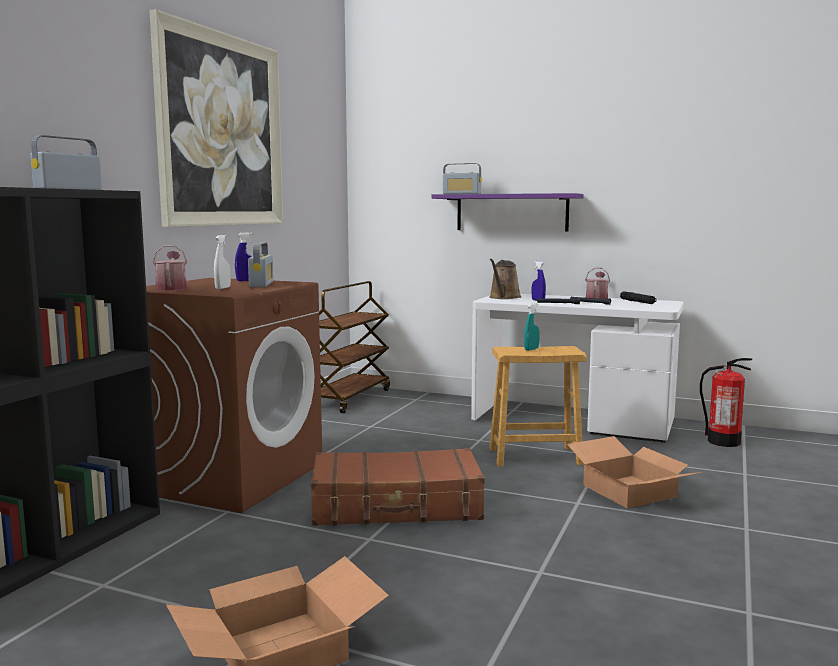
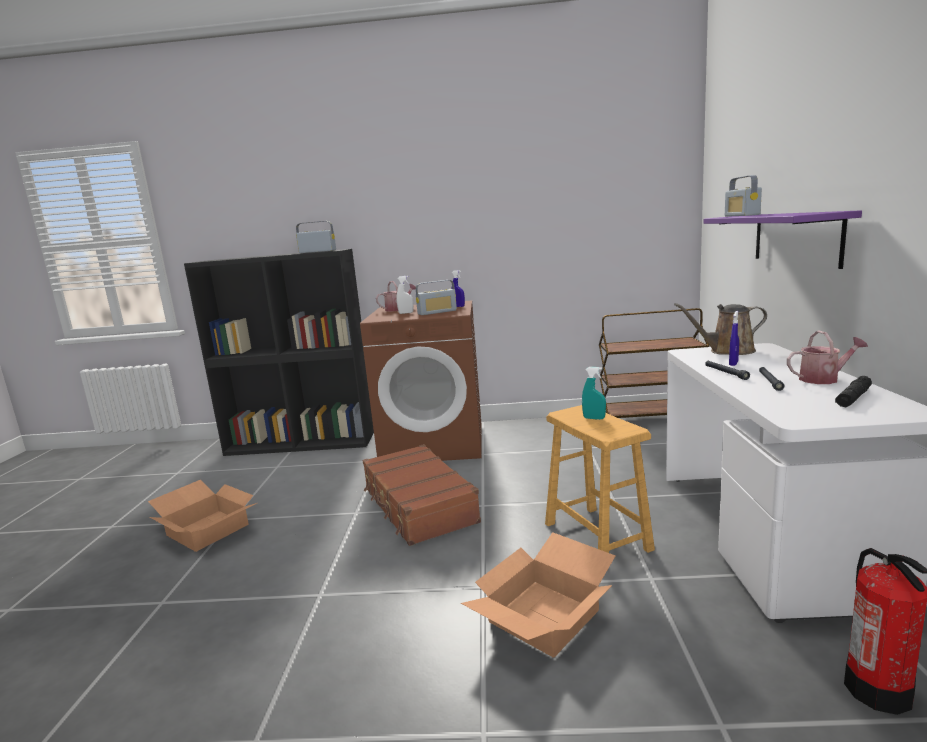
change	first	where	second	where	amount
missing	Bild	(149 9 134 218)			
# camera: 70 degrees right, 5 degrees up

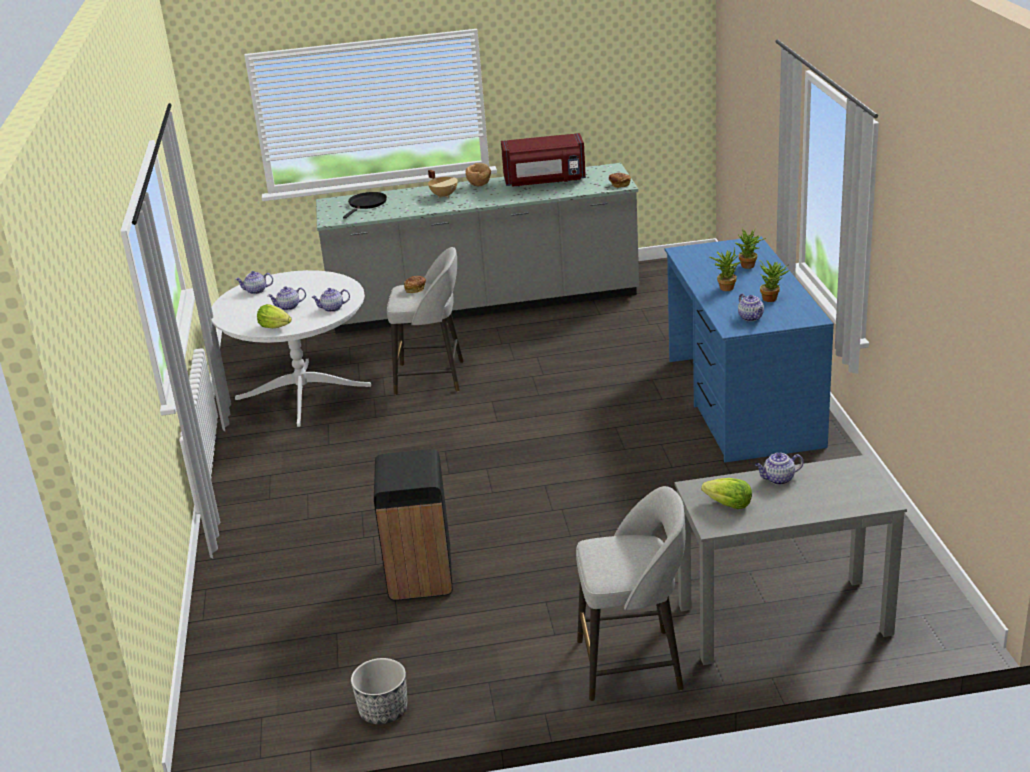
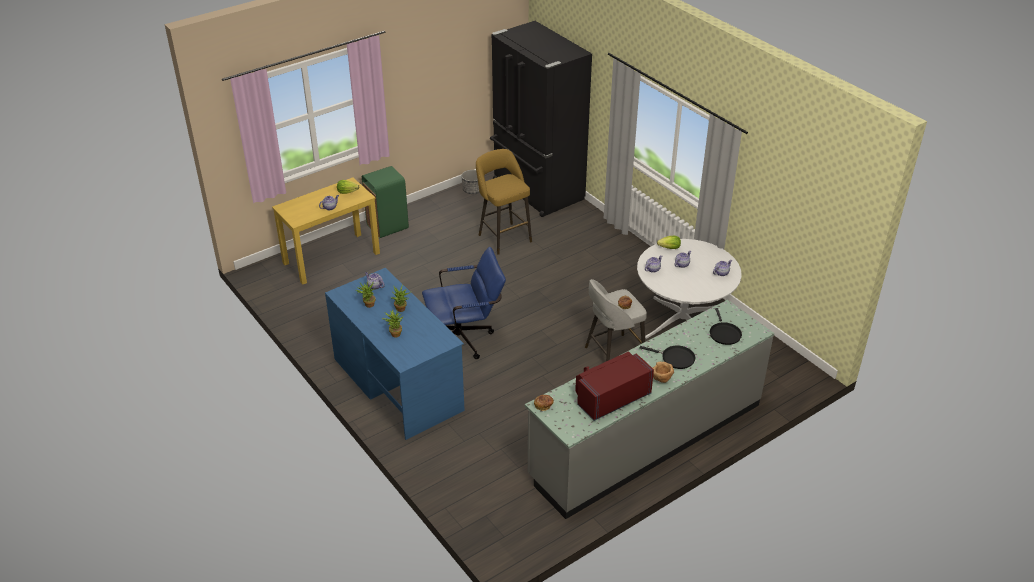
change	first	where	second	where	amount
exchanged	Kochtopf [beige]	(428 170 30 28)	Pfanne [schwarz]	(639 345 56 24)	
exchanged	Mülleimer [schwarz]	(374 449 79 152)	Hocker [gelb]	(476 149 56 106)	
colour	Schreibtisch [grau]	(675 455 232 210)	Schreibtisch [gelb]	(272 177 108 108)	
exchanged	Hocker [grau]	(576 486 110 215)	Mülleimer [grün]	(362 166 47 72)	
appeared			Kühlschrank [schwarz]	(490 21 102 196)	
appeared			Bürostuhl [blau]	(422 247 84 112)	
# camera: 150 degrees right, 10 degrees up

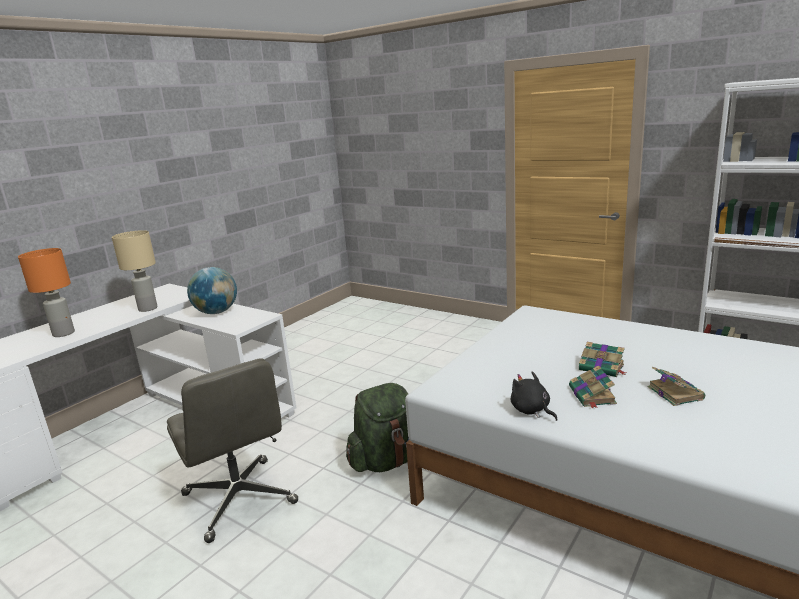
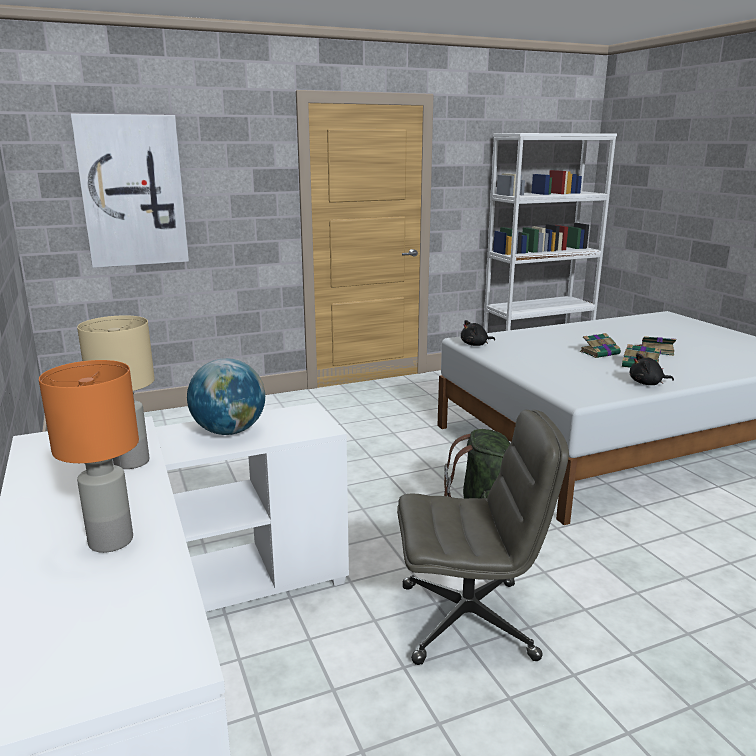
change	first	where	second	where	amount
appeared			Bild	(70 114 119 154)	
appeared			Plüschtier [schwarz]	(461 320 34 26)	
# camera: 60 degrees left, 0 degrees up

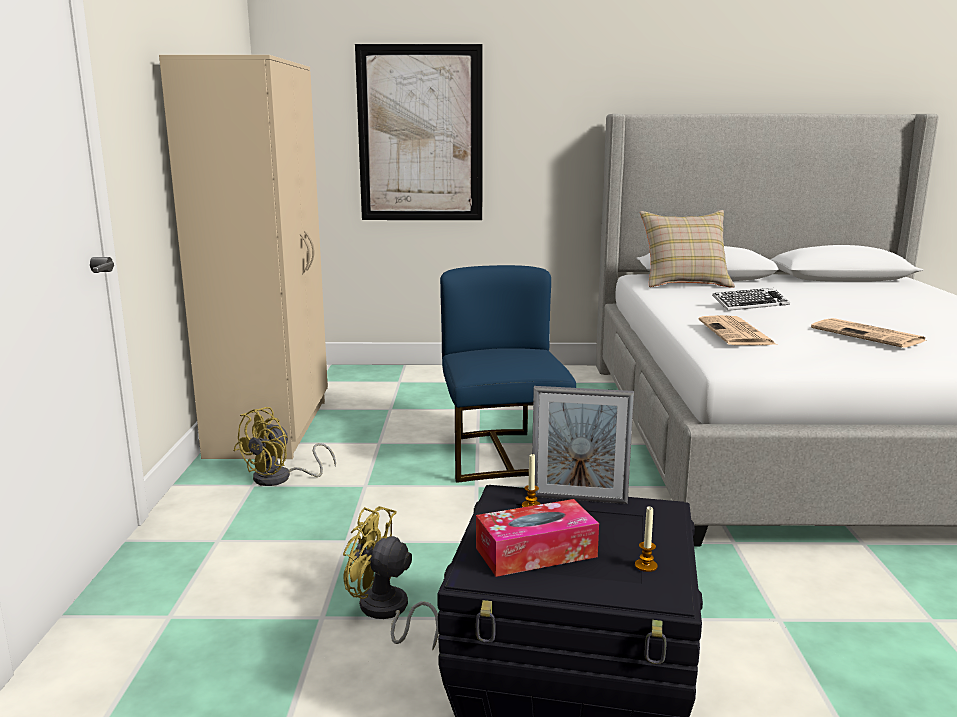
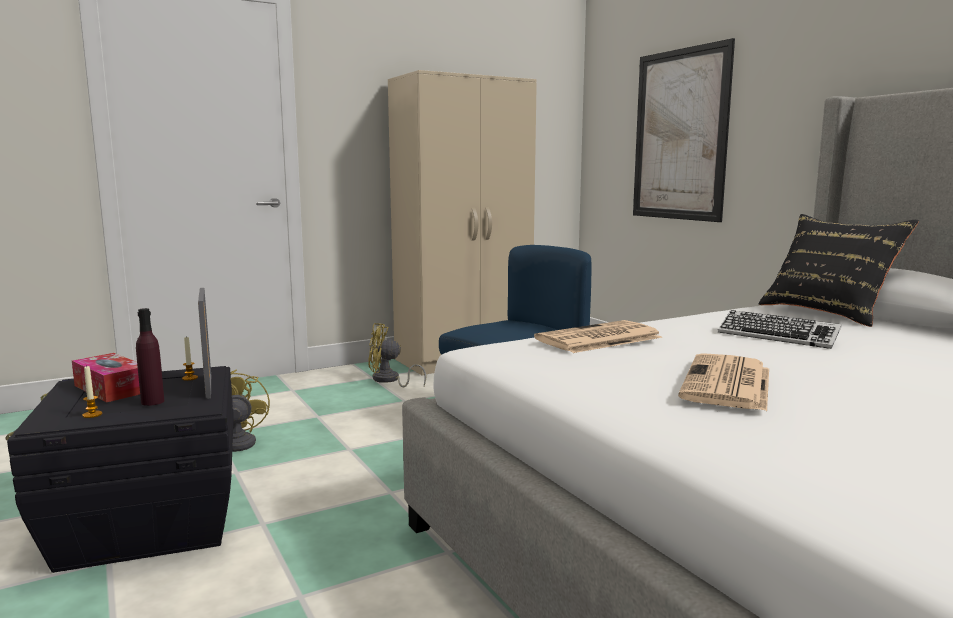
change	first	where	second	where	amount
colour	Kissen [beige]	(640 210 95 78)	Kissen [schwarz]	(759 214 160 113)	
appeared			Flasche [lila]	(136 308 28 98)	
# camera: 60 degrees right, 5 degrees down

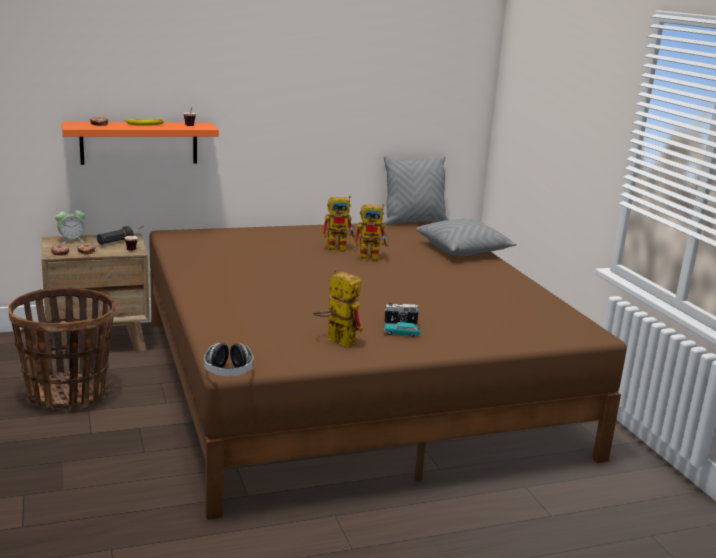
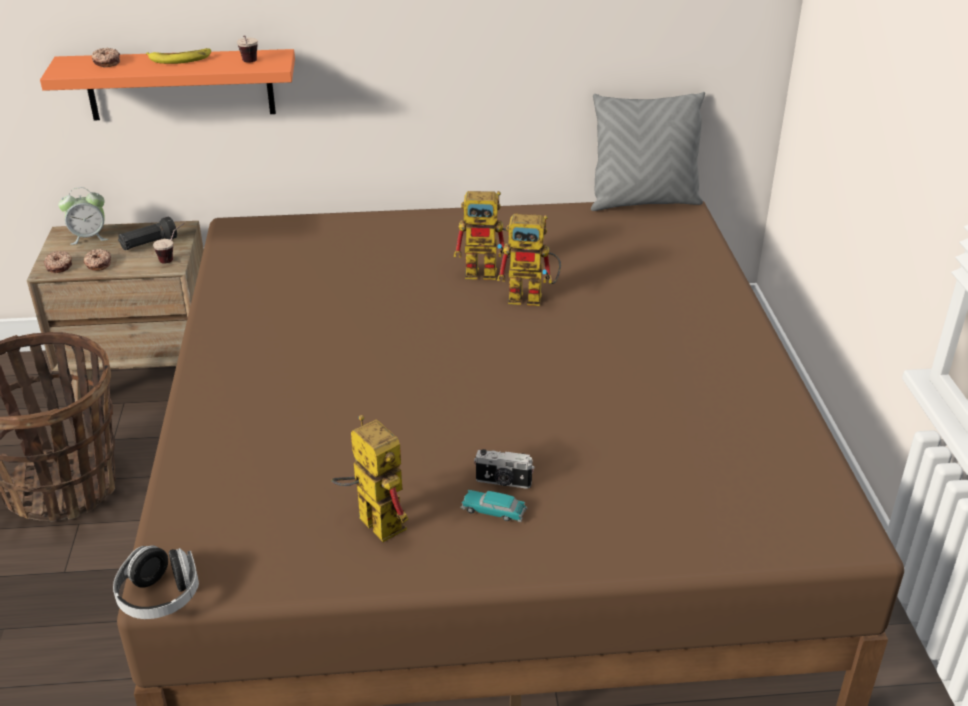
change	first	where	second	where	amount
missing	Kissen [grau]	(416 219 101 37)			
# camera: 15 degrees right, 15 degrees up

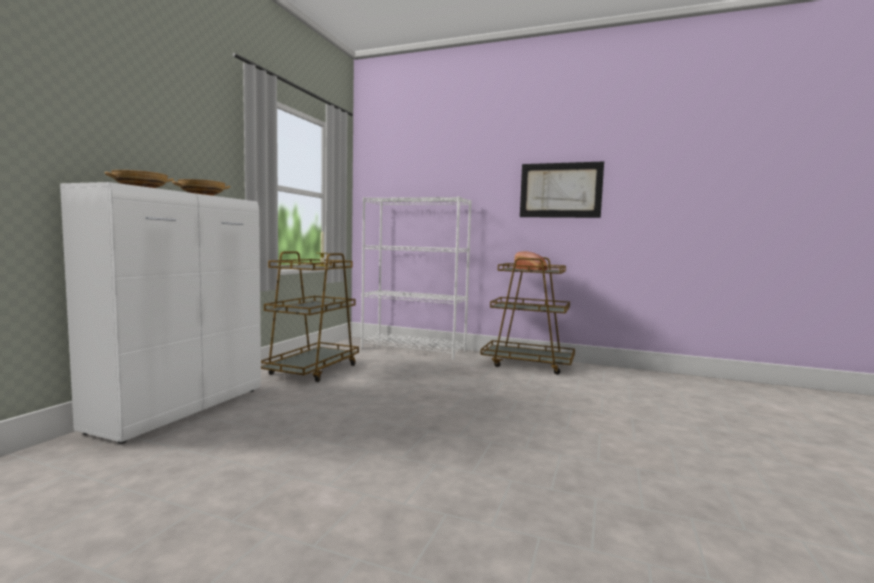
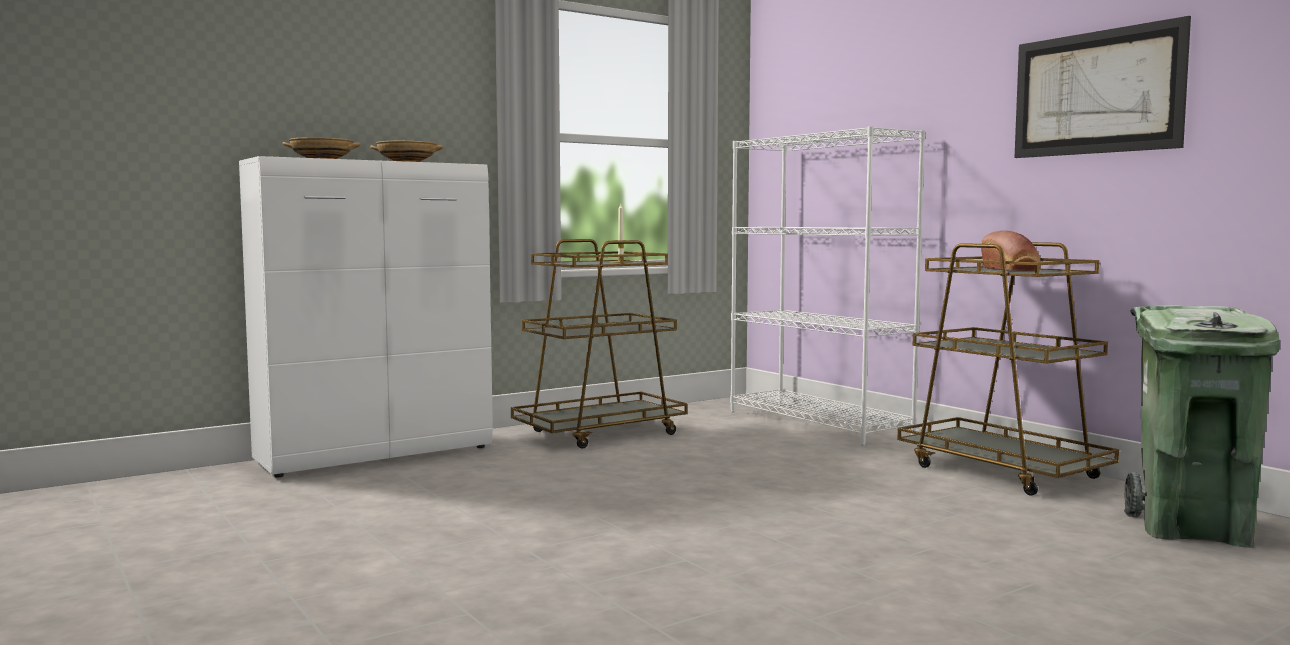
change	first	where	second	where	amount
appeared			Mülleimer [grün]	(1124 305 156 243)	
# camera: 35 degrees right, 0 degrees up

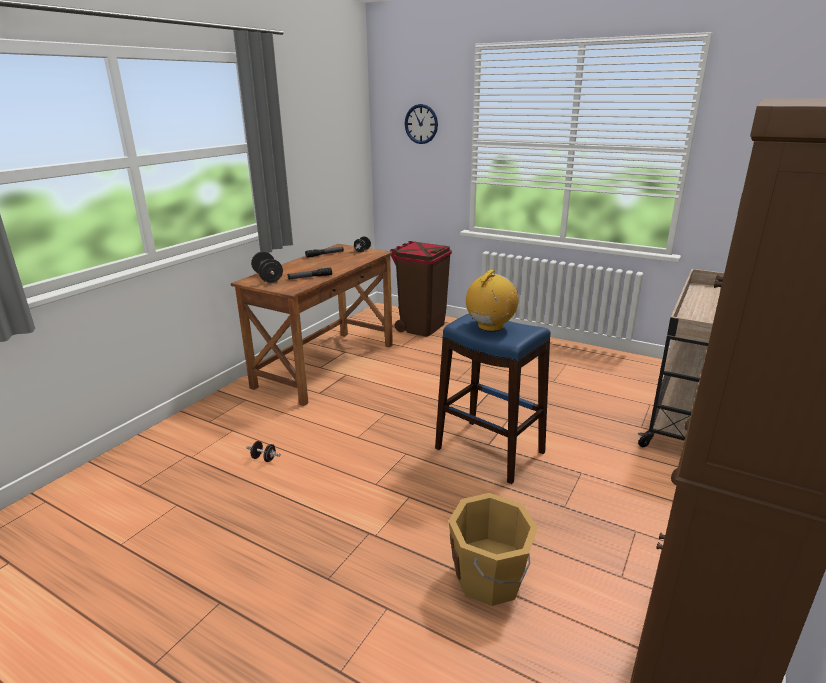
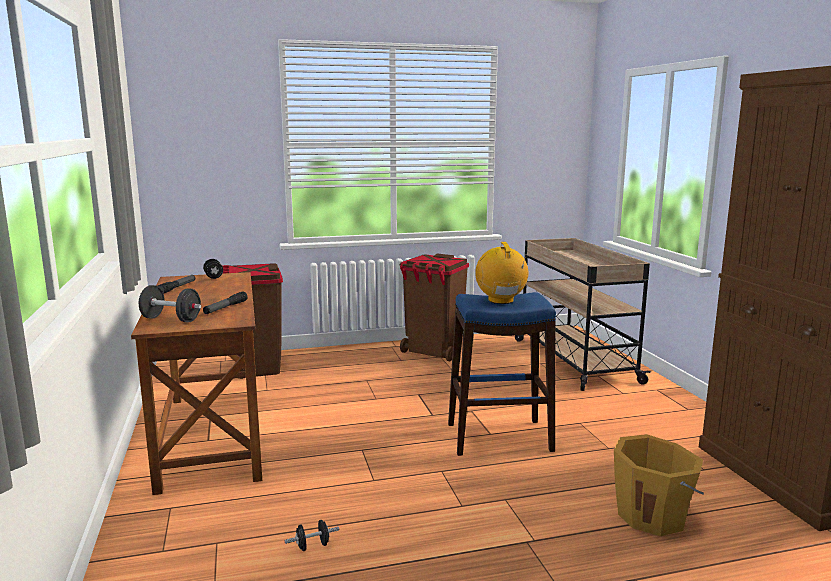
change	first	where	second	where	amount
missing	Wanduhr	(405 104 33 40)			
appeared			Mülleimer [braun]	(400 254 69 107)	
# camera: 45 degrees left, 10 degrees down

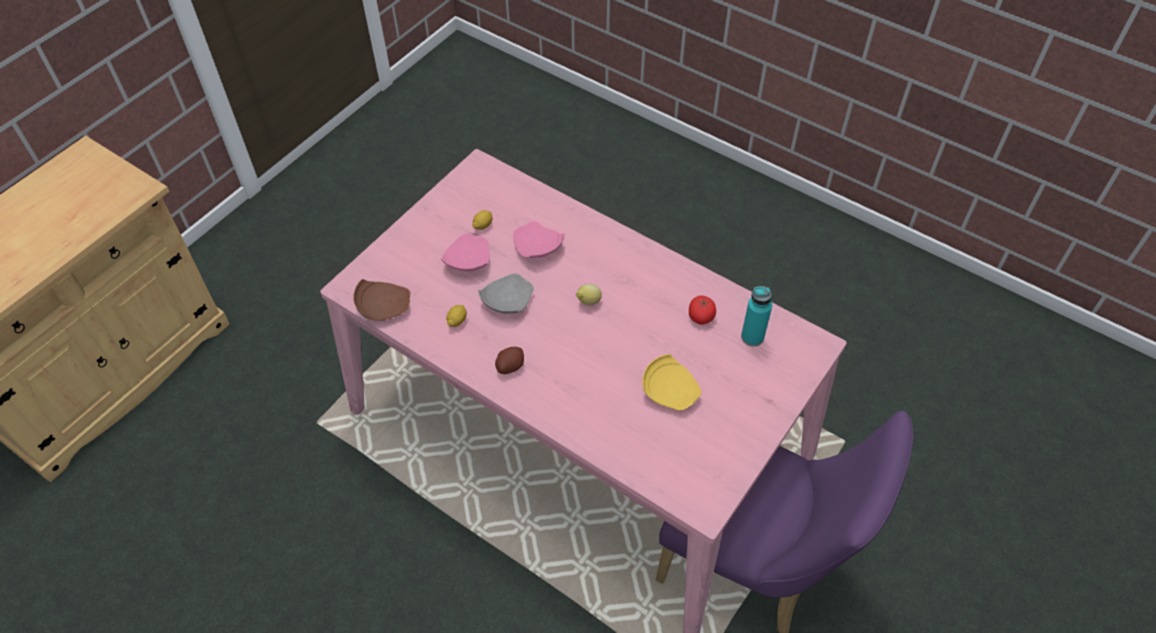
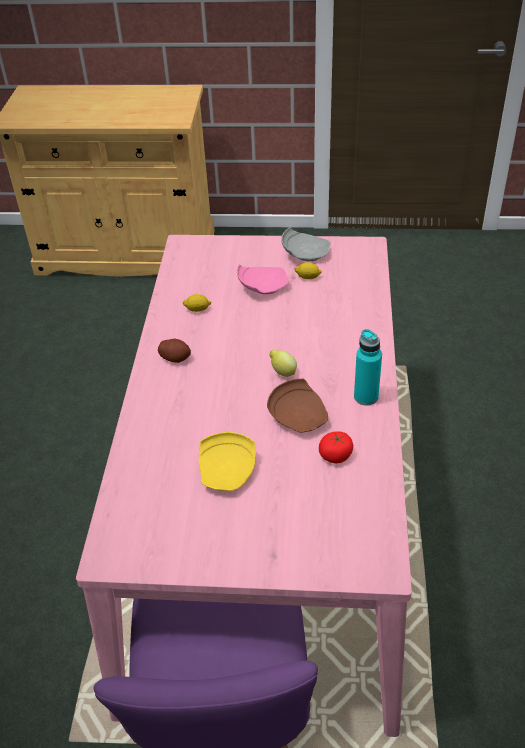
change	first	where	second	where	amount
missing	Teller [rosa]	(513 221 51 37)			
relocated	Teller [grau]	(478 273 56 41)		(281 227 50 35)	
relocated	Teller [braun]	(353 279 57 42)		(267 379 61 53)	
relocated	Flasche [türkis]	(741 286 31 60)		(354 329 28 77)	
# camera: 60 degrees right, 10 degrees down

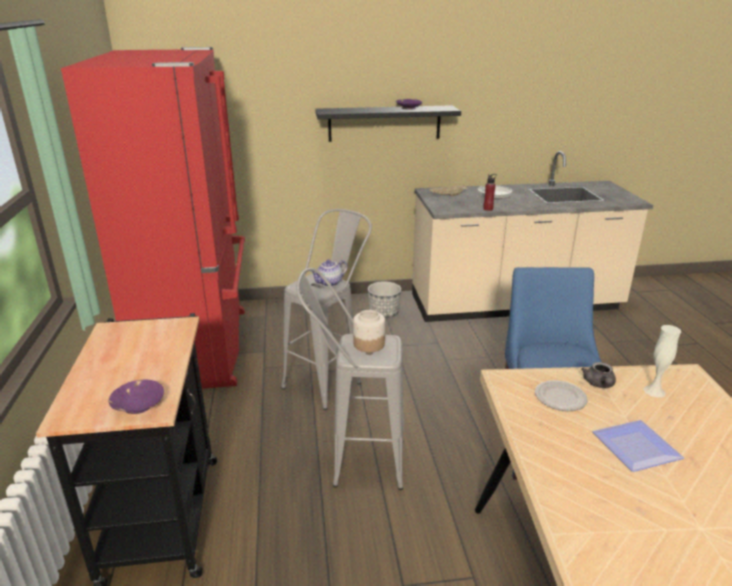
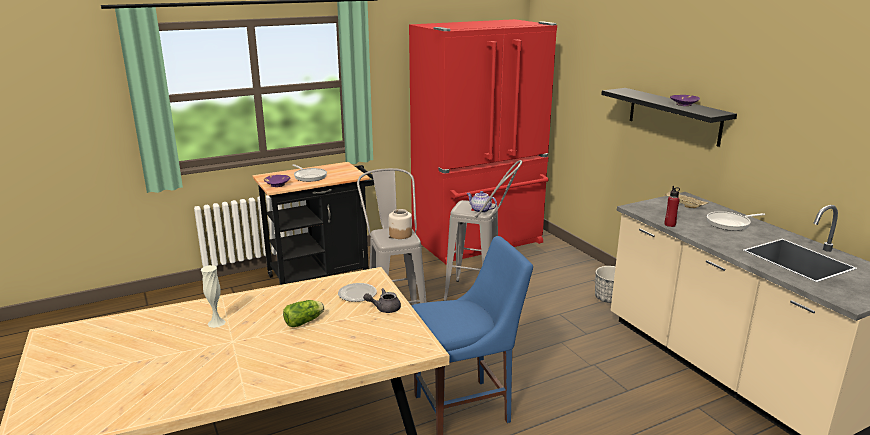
change	first	where	second	where	amount
relocated	Vase [weiß]	(643 325 38 73)		(201 265 25 63)	
exchanged	Teller	(592 420 92 52)	Salatkopf	(283 300 41 27)	
appeared			Pfanne	(292 164 35 18)	
# camera: 70 degrees right, 5 degrees down

